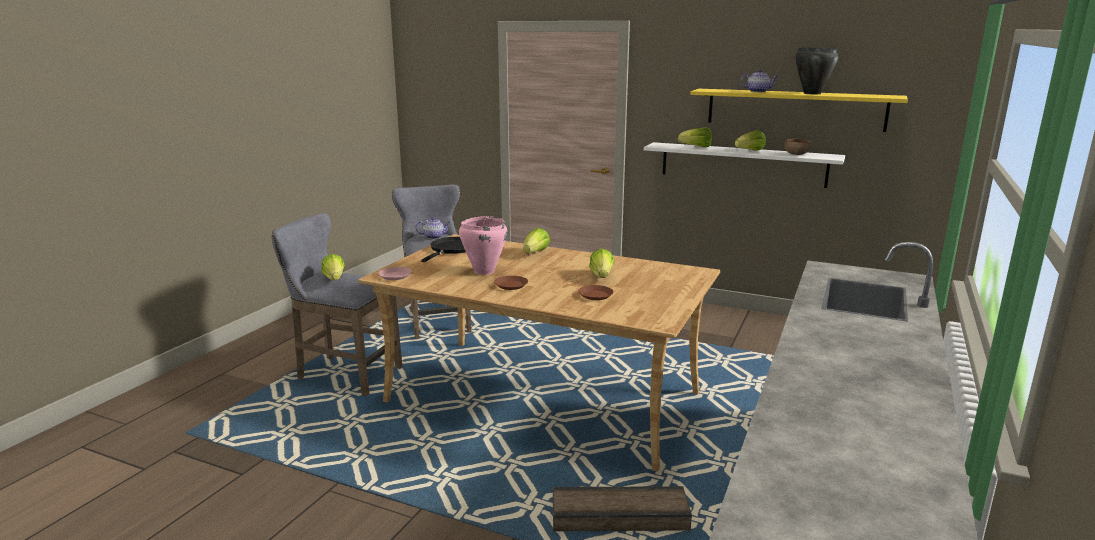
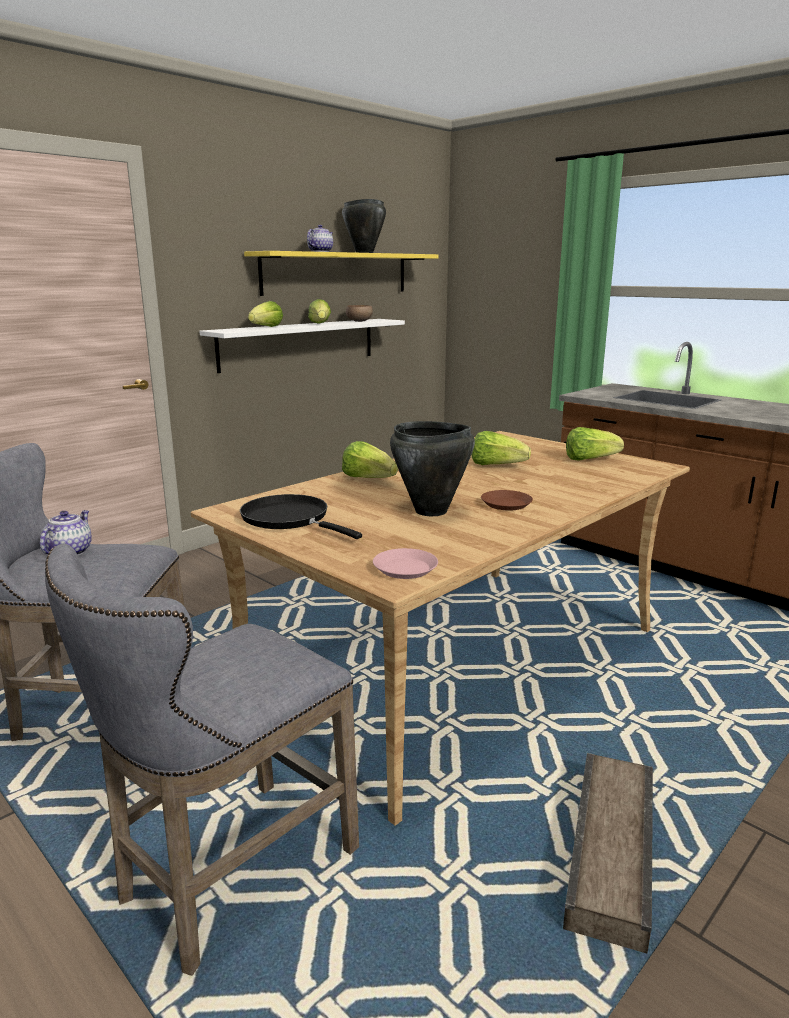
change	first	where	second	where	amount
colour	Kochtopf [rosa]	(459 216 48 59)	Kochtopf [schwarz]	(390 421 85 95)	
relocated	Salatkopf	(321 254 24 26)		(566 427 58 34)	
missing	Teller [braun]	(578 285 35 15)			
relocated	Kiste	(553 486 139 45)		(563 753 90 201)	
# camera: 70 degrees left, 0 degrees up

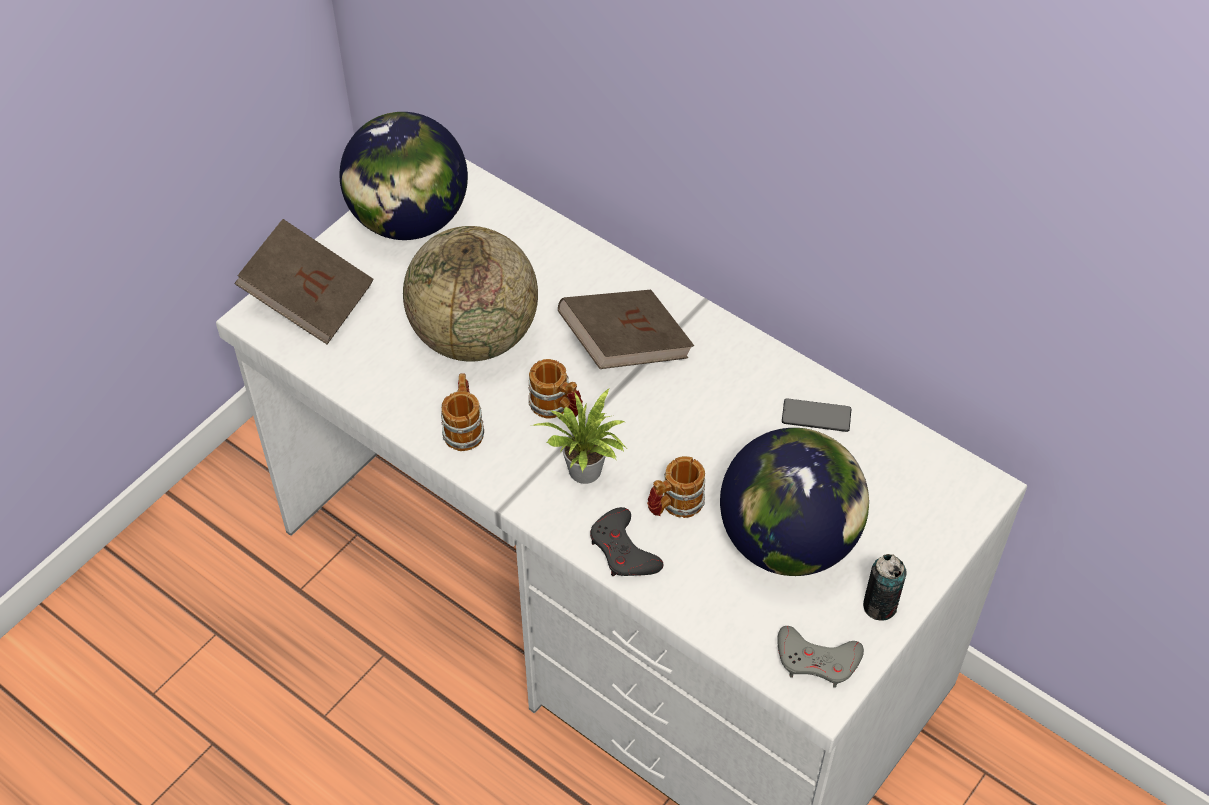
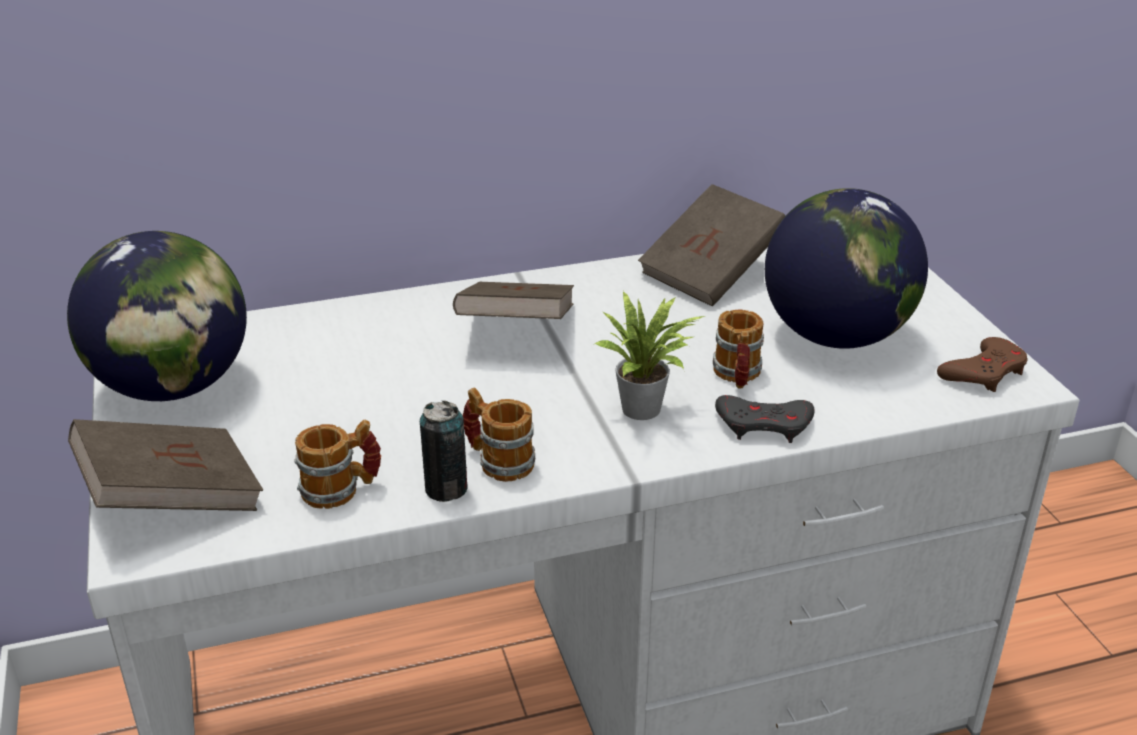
change	first	where	second	where	amount
missing	Globus	(403 226 135 136)			
relocated	Henkelbecher	(529 359 54 60)		(294 420 87 89)	
exchanged	Handy	(782 398 69 34)	Buch [braun]	(638 184 147 123)	
relocated	Dose	(863 554 44 67)		(420 401 48 101)	
colour	Gamepad [grau]	(777 626 87 61)	Gamepad [braun]	(937 337 91 55)	
# camera: 55 degrees left, 20 degrees down

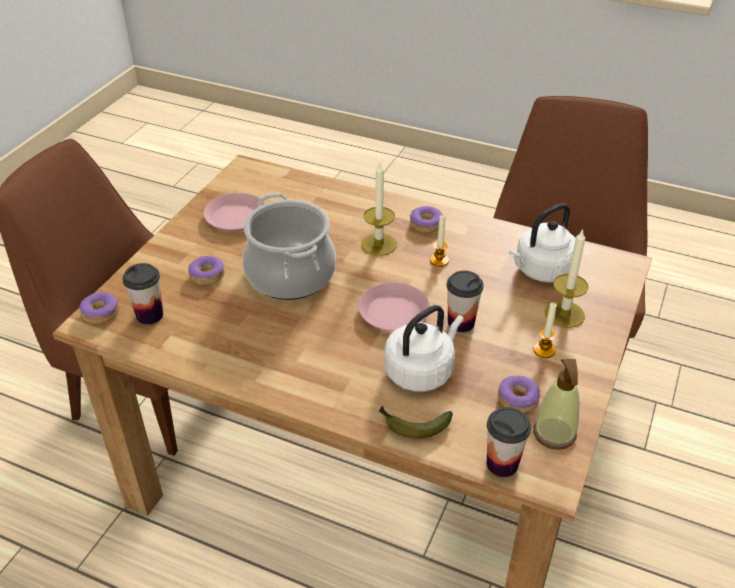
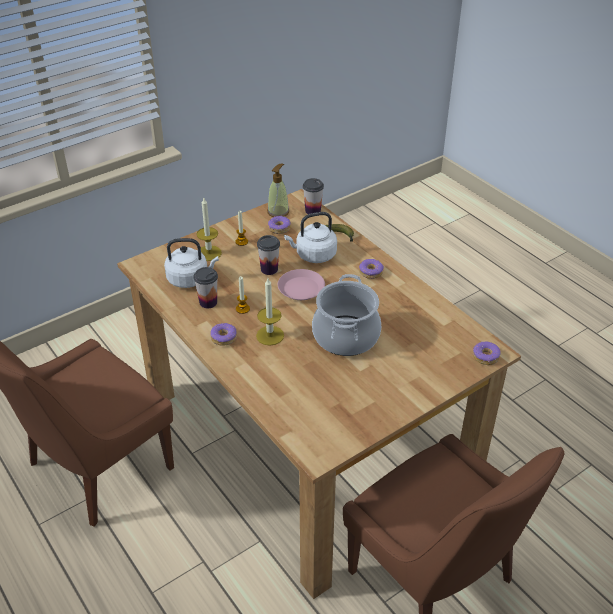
change	first	where	second	where	amount
missing	Teller [rosa]	(203 193 62 39)			
relocated	Donut	(188 255 37 30)		(359 259 25 20)	
relocated	Tasse	(122 263 41 62)		(194 267 24 41)	
# camera: 150 degrees left, 0 degrees up

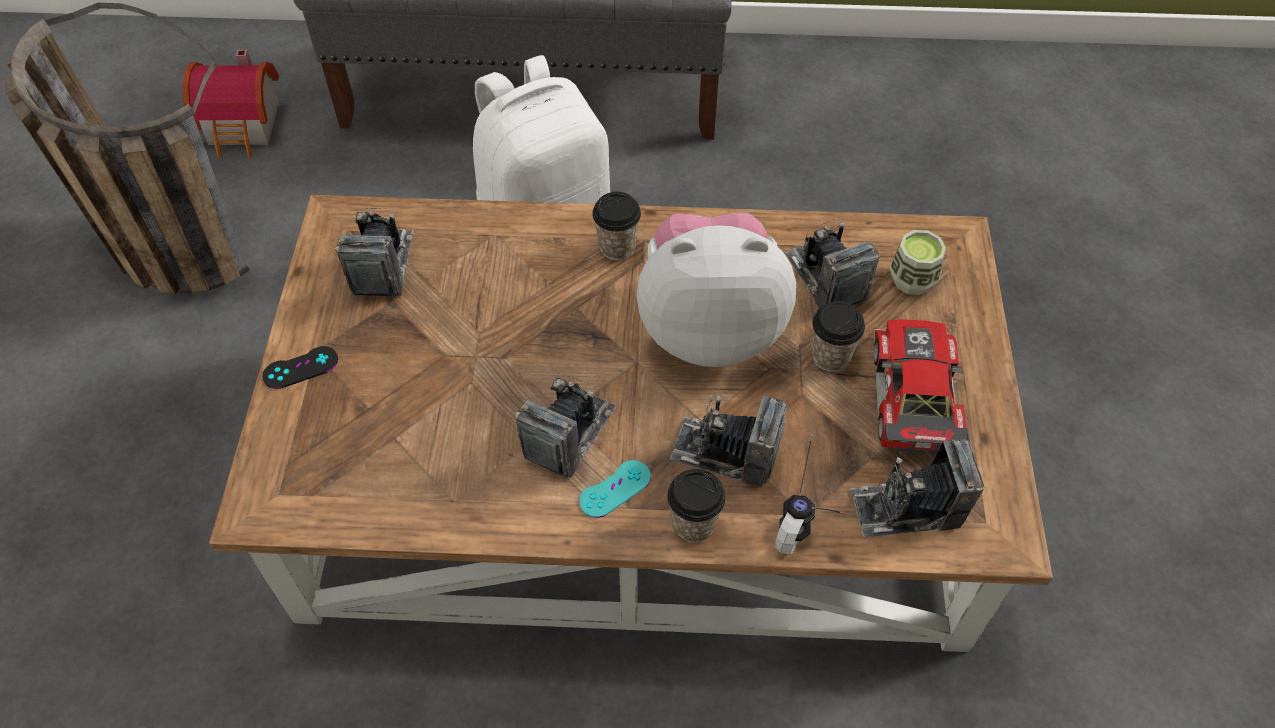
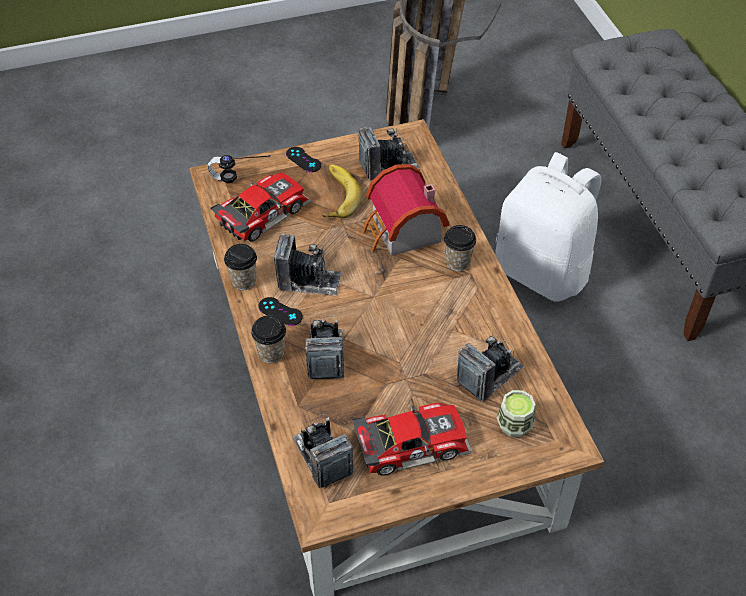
change	first	where	second	where	amount
relocated	Spielzeughaus	(182 49 97 109)		(362 164 87 92)	
missing	Plüschtier	(636 212 160 155)			
relocated	Tasse	(812 301 53 71)		(224 244 33 46)	
relocated	Kopfhörer	(774 434 71 120)		(208 155 63 28)	
colour	Gamepad [türkis]	(579 460 72 58)	Gamepad [schwarz]	(258 297 45 29)	
appeared			Banane	(323 164 39 54)	
appeared			Spielzeugauto	(210 172 101 70)	
# camera: 70 degrees right, 5 degrees down

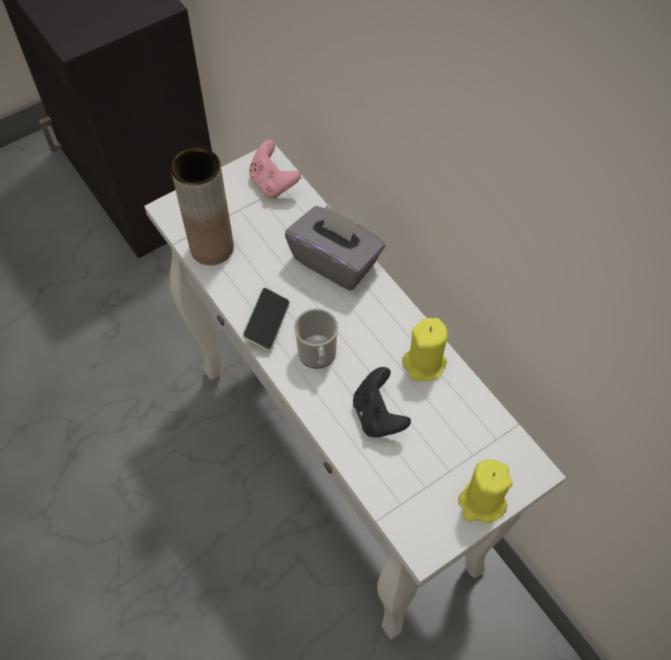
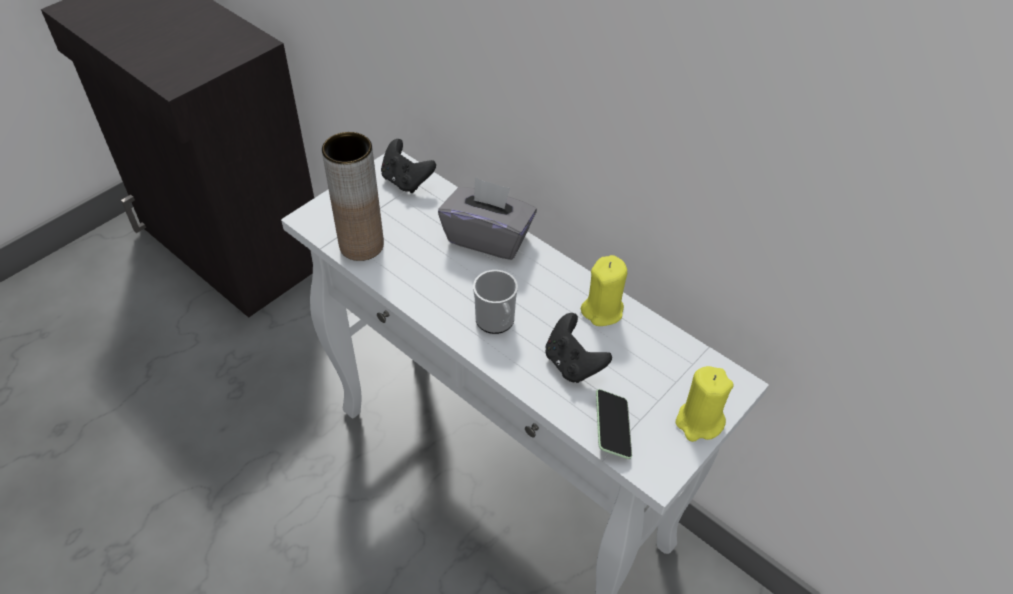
change	first	where	second	where	amount
colour	Gamepad [rosa]	(249 140 52 58)	Gamepad [schwarz]	(381 139 55 54)	
relocated	Handy	(242 287 48 64)		(596 389 36 70)	
# camera: 15 degrees left, 10 degrees down

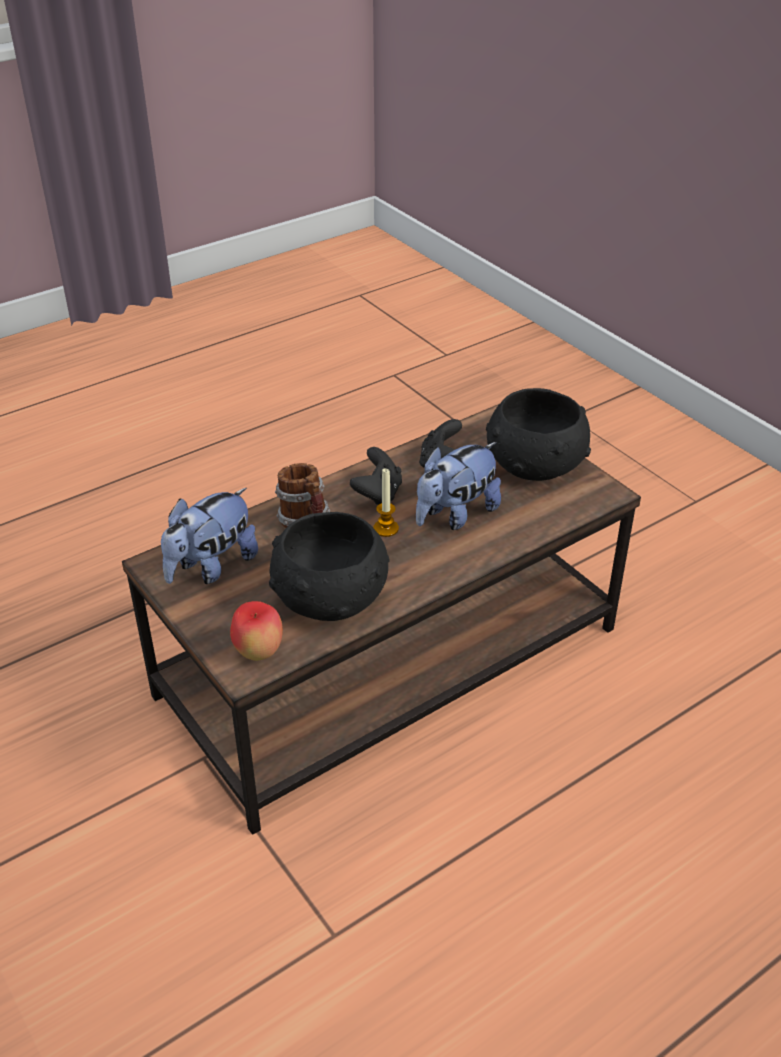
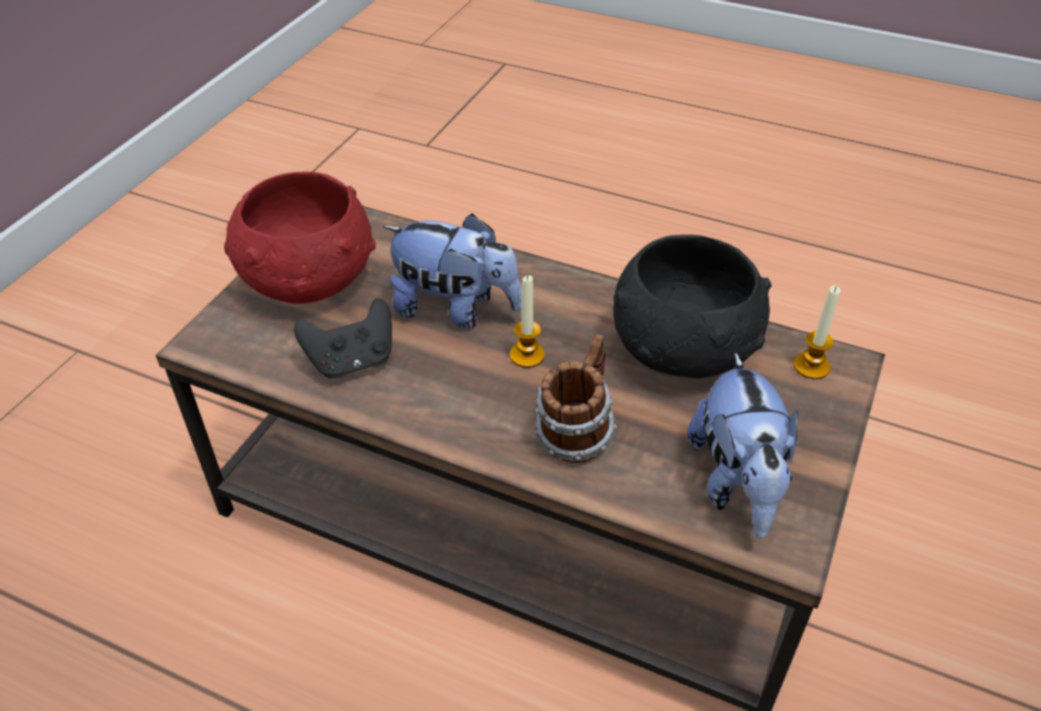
change	first	where	second	where	amount
colour	Schüssel [schwarz]	(486 388 105 93)	Schüssel [rot]	(224 171 152 133)	
missing	Gamepad [schwarz]	(350 447 52 58)			
spun	Plüschtier	(161 488 97 96)		(688 352 110 187)	75 degrees clockwise
exchanged	Apfel	(230 601 53 60)	Kerze	(794 285 46 94)	
# camera: 120 degrees left, 5 degrees up

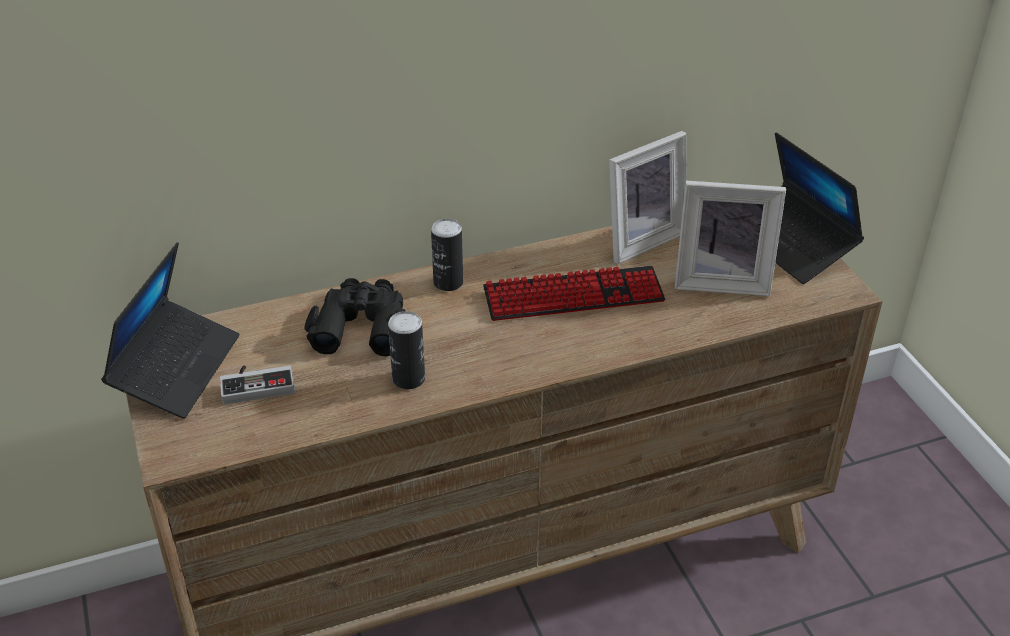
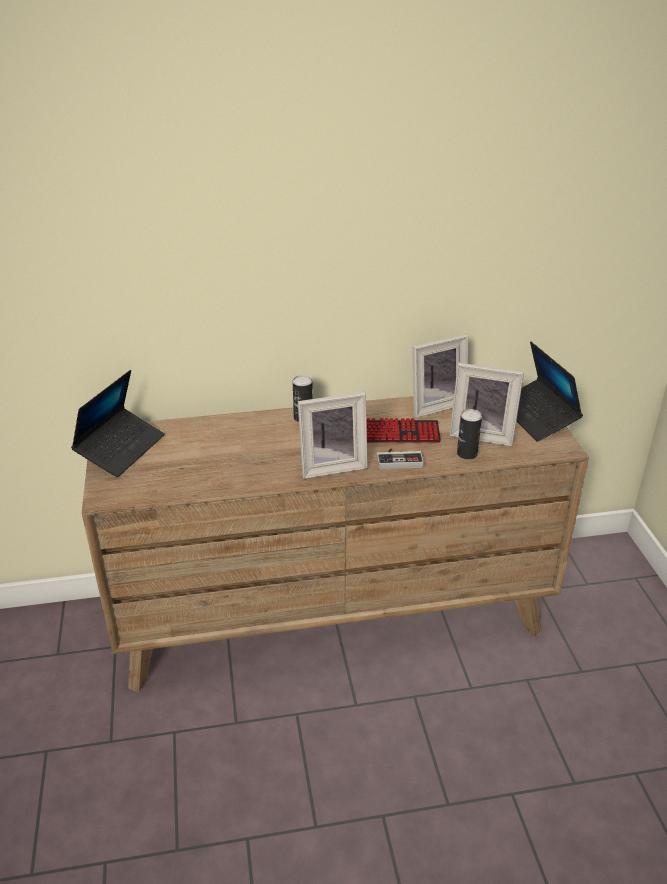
change	first	where	second	where	amount
missing	Fernglas [schwarz]	(304 278 101 78)			
relocated	Dose	(388 311 37 78)		(457 409 25 51)	
relocated	Gamepad	(220 365 75 39)		(377 448 47 21)	
appeared			Bilderrahmen	(298 392 70 87)	
# camera: 10 degrees right, 5 degrees down

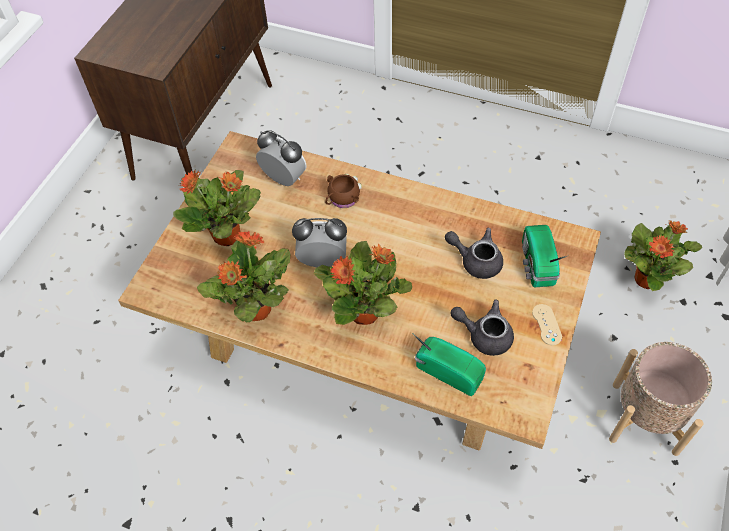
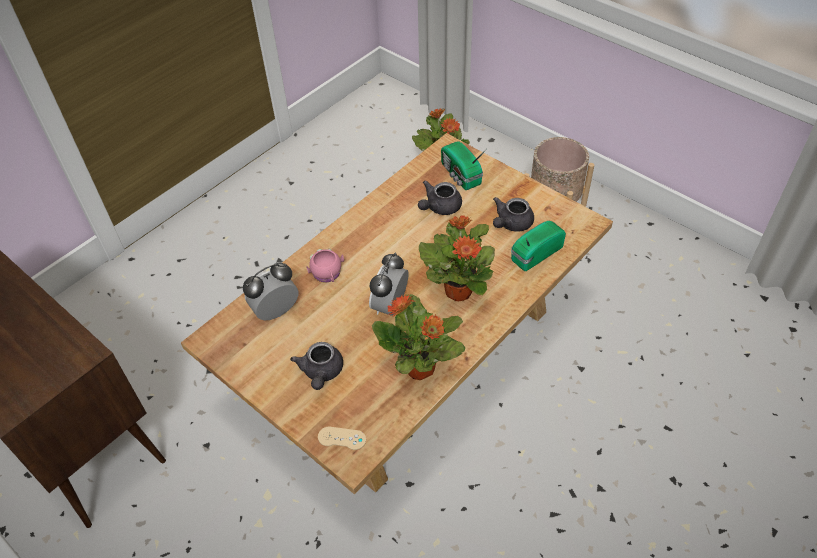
change	first	where	second	where	amount
exchanged	Topfpflanze	(173 170 88 76)	Teekanne [grau]	(290 342 53 48)	
colour	Henkelbecher [braun]	(325 174 37 34)	Henkelbecher [rosa]	(306 249 38 34)	
spun	Radio	(522 225 45 62)		(441 142 46 48)	45 degrees clockwise
relocated	Gamepad [beige]	(532 304 30 41)		(318 427 48 23)	
# camera: 70 degrees left, 5 degrees down

